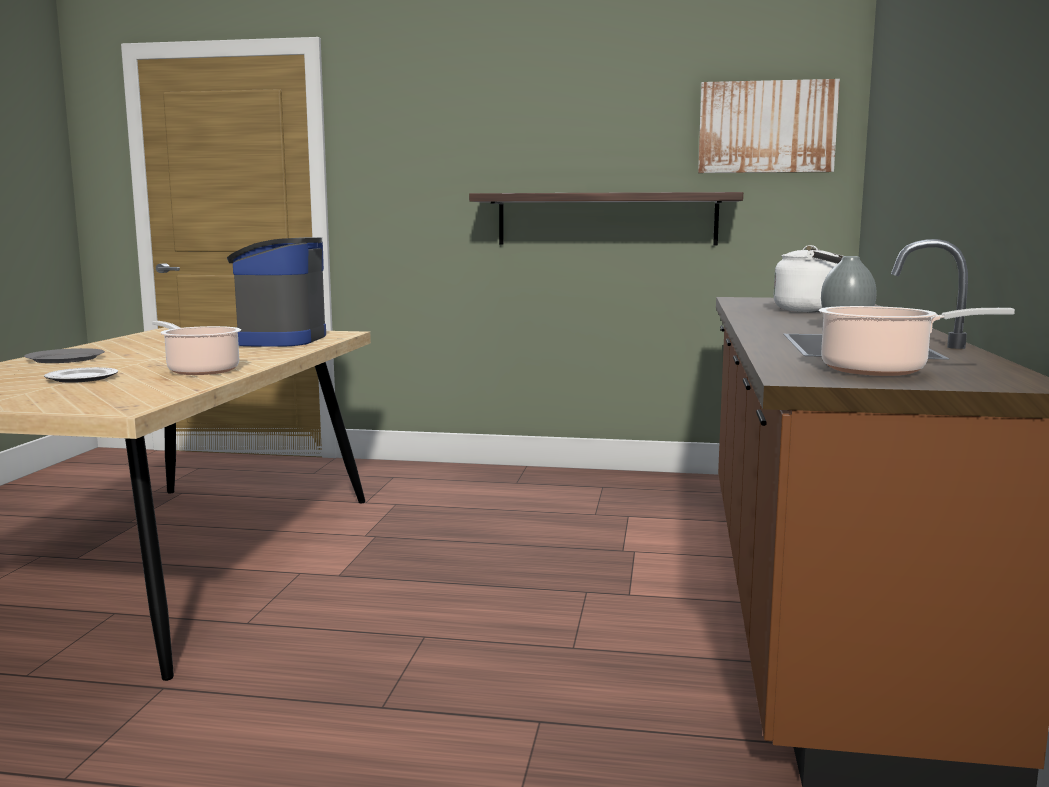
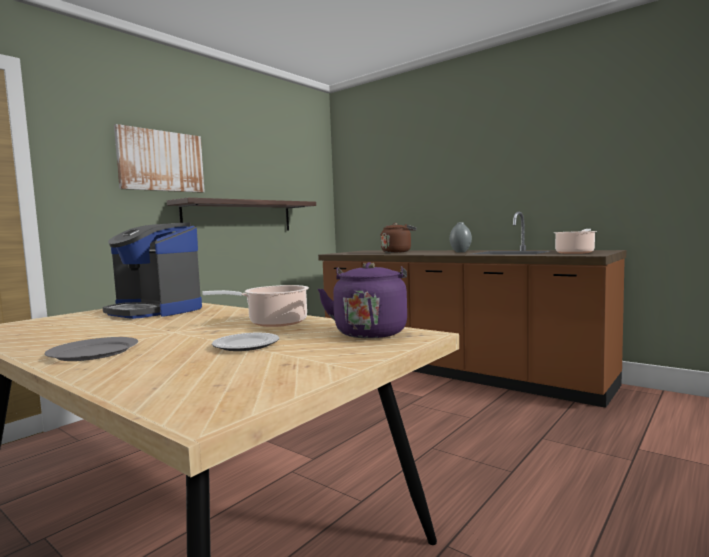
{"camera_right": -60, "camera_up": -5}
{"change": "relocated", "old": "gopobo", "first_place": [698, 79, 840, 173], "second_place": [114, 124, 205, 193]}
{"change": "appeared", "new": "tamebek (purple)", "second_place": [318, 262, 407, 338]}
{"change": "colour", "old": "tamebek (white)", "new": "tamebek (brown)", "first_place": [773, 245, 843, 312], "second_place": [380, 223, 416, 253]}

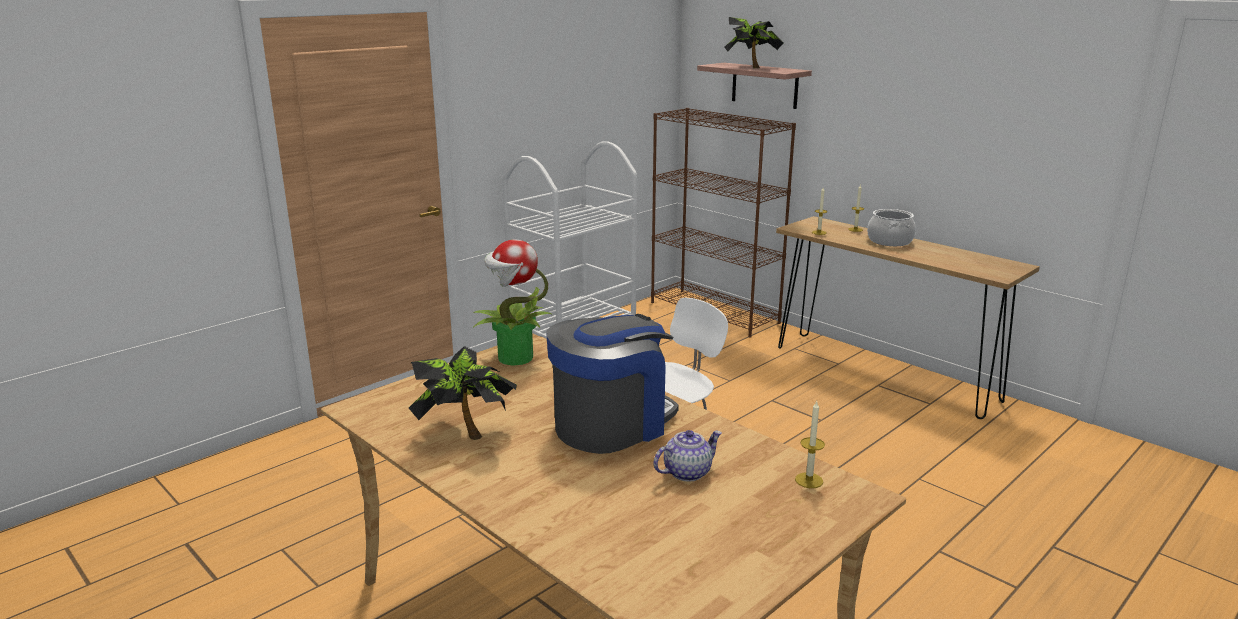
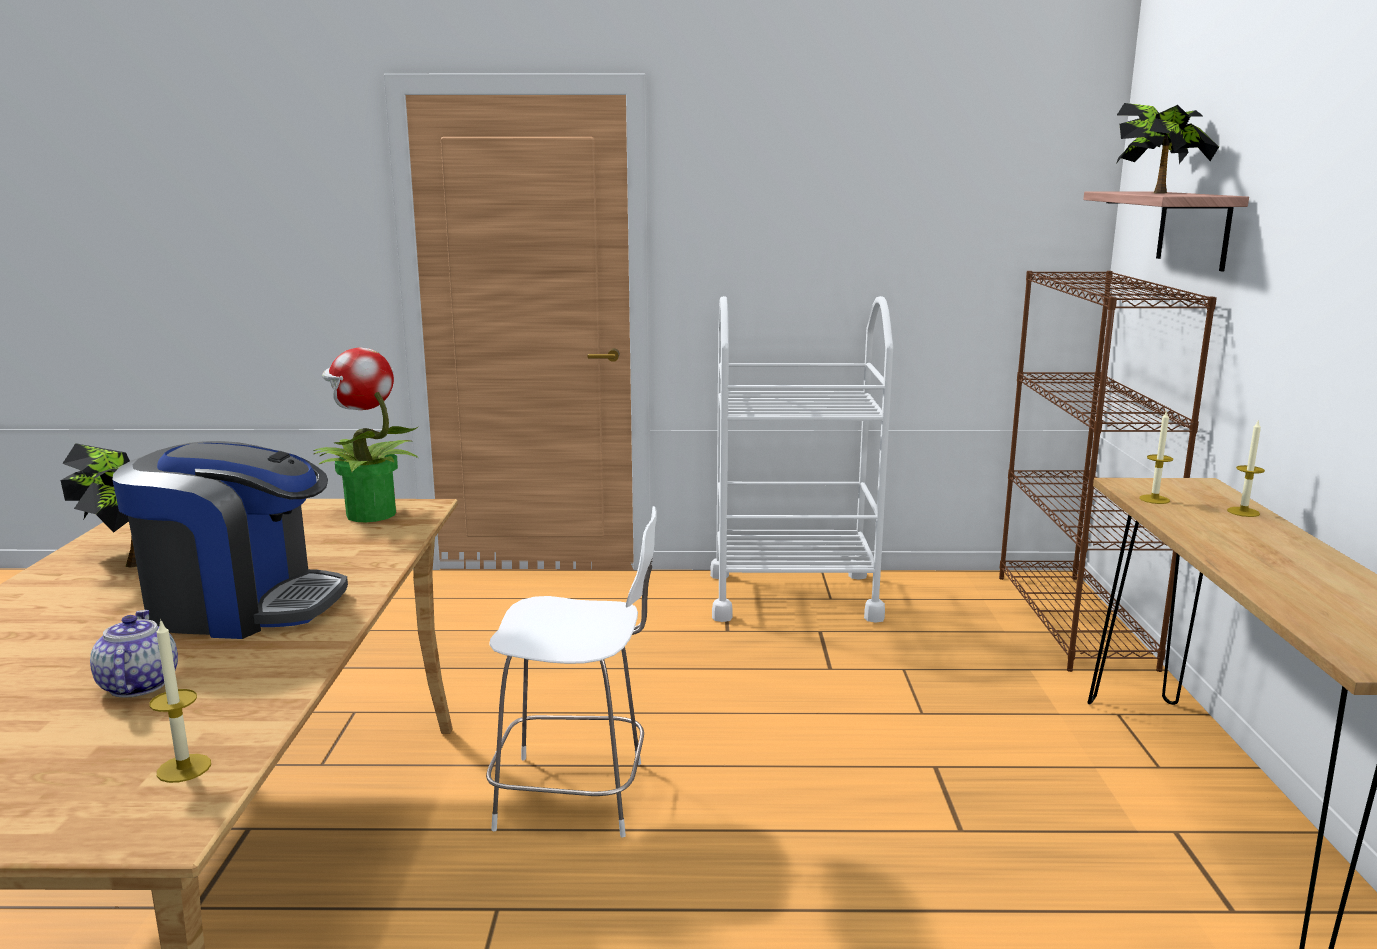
{"camera_right": 45, "camera_up": -5}
{"change": "spun", "old": "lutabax", "first_place": [654, 430, 722, 482], "second_place": [90, 610, 178, 698], "degrees": -120}
{"change": "missing", "old": "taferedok", "first_place": [867, 209, 916, 246]}

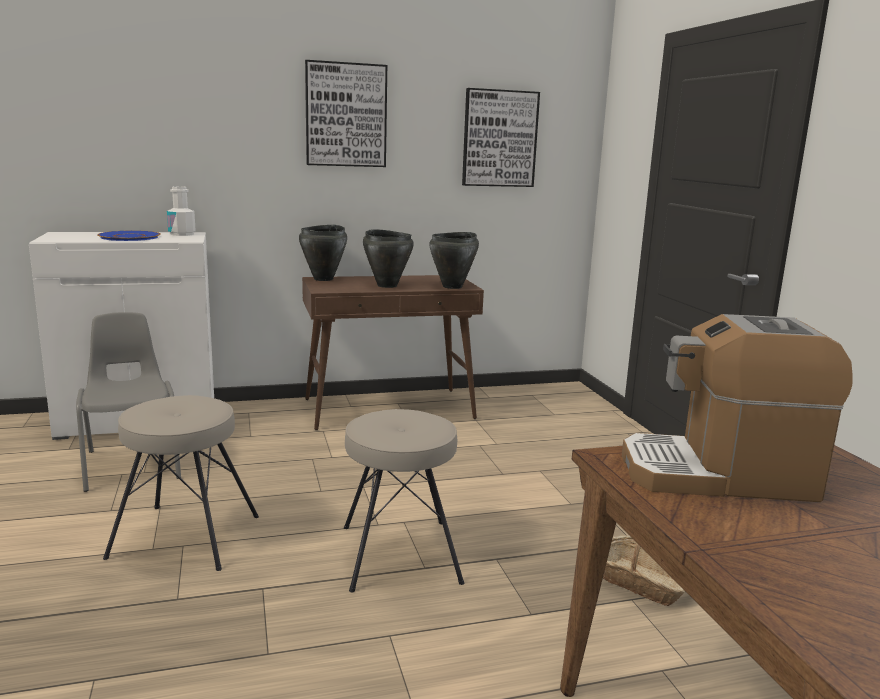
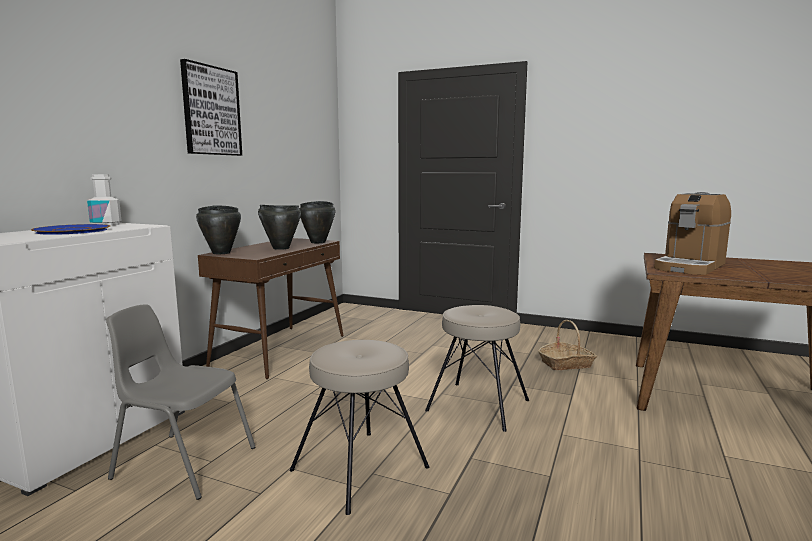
{"camera_right": -50, "camera_up": -5}
{"change": "missing", "old": "gopobo", "first_place": [462, 88, 540, 187]}

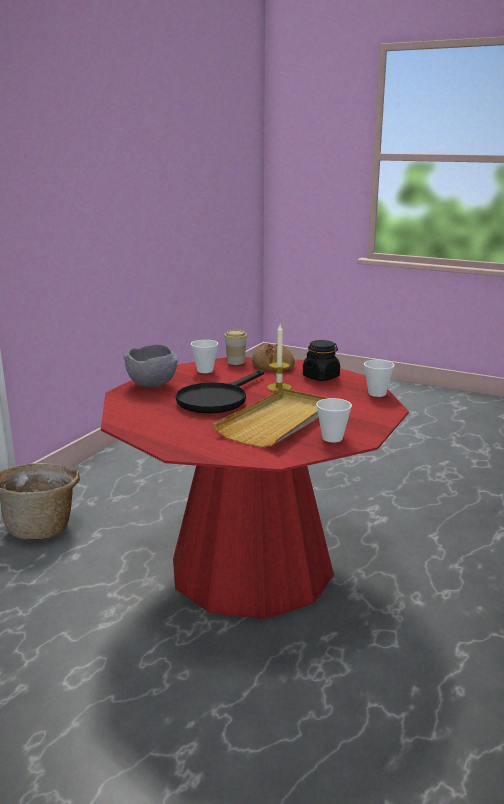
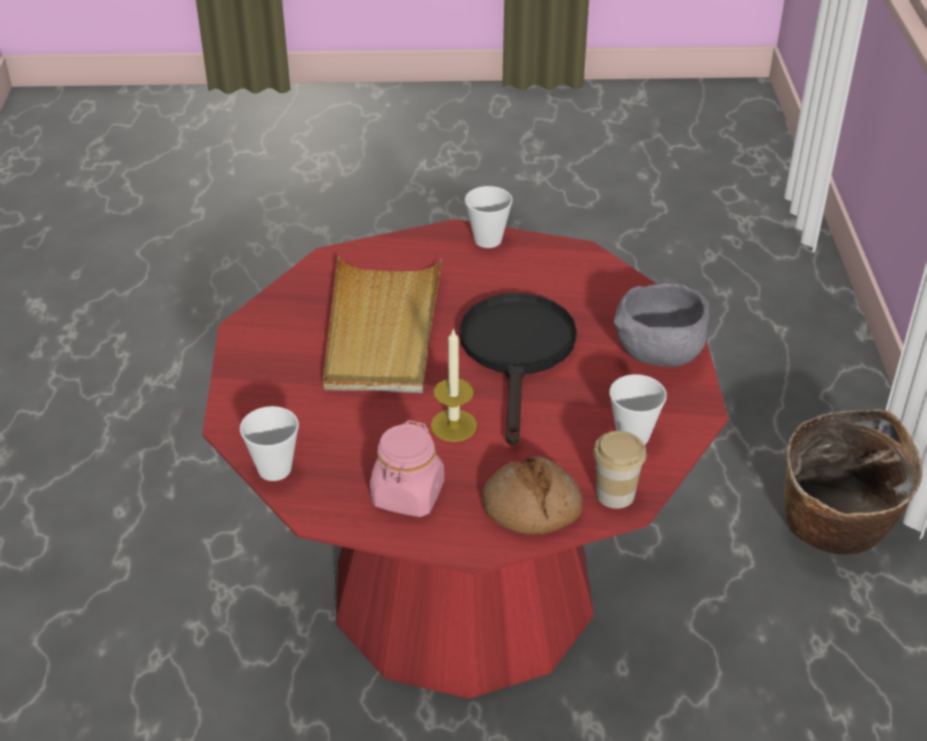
{"camera_right": 150, "camera_up": 20}
{"change": "colour", "old": "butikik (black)", "new": "butikik (pink)", "first_place": [303, 340, 340, 381], "second_place": [370, 420, 444, 517]}
{"change": "relocated", "old": "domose", "first_place": [316, 398, 352, 443], "second_place": [465, 186, 513, 248]}

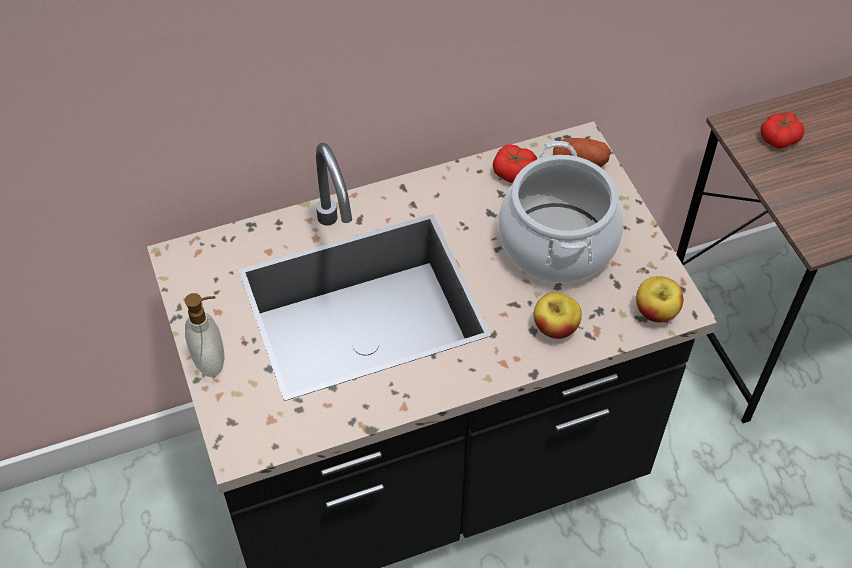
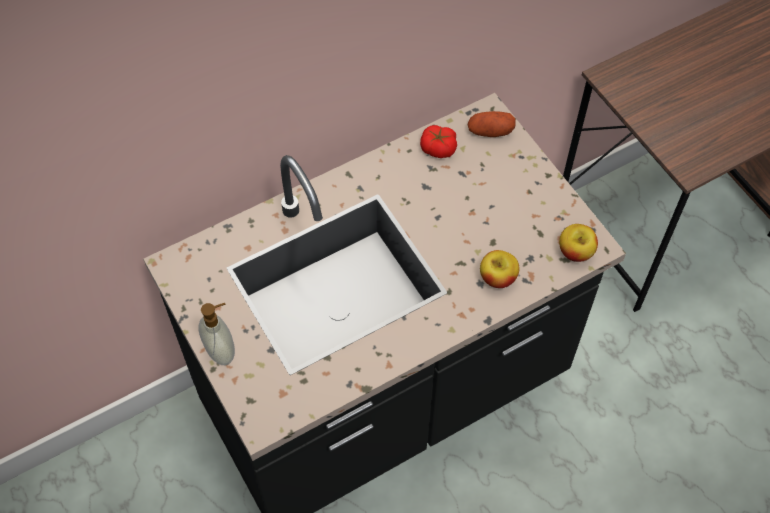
{"camera_right": -10, "camera_up": 5}
{"change": "missing", "old": "taferedok", "first_place": [499, 141, 624, 283]}
{"change": "missing", "old": "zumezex", "first_place": [760, 112, 805, 148]}

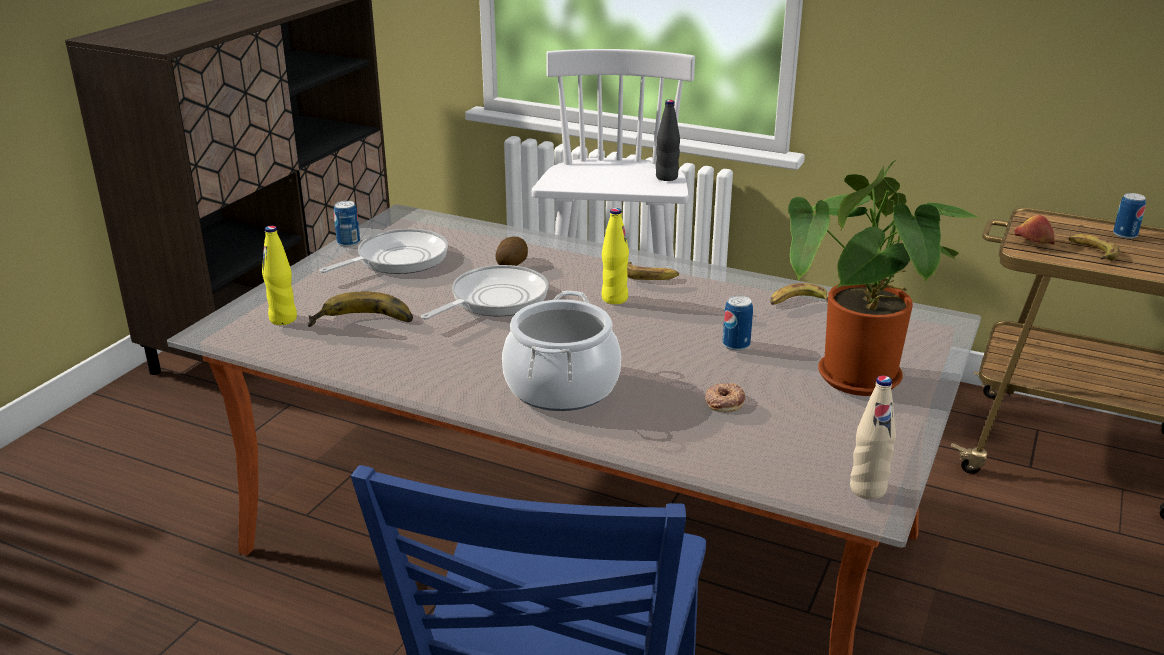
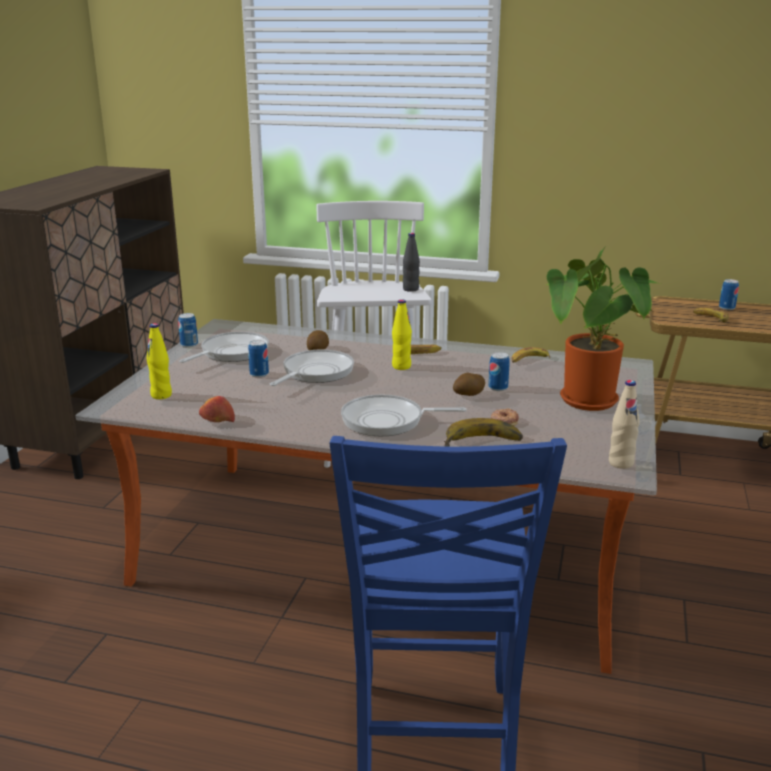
{"camera_right": -10, "camera_up": -5}
{"change": "relocated", "old": "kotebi", "first_place": [1015, 215, 1055, 245], "second_place": [199, 396, 235, 422]}
{"change": "appeared", "new": "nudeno", "second_place": [248, 340, 269, 378]}
{"change": "exchanged", "old": "taferedok", "new": "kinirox", "first_place": [502, 291, 621, 411], "second_place": [341, 395, 466, 436]}
{"change": "relocated", "old": "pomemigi", "first_place": [307, 292, 413, 327], "second_place": [444, 418, 523, 447]}
{"change": "appeared", "new": "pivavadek", "second_place": [453, 373, 485, 396]}

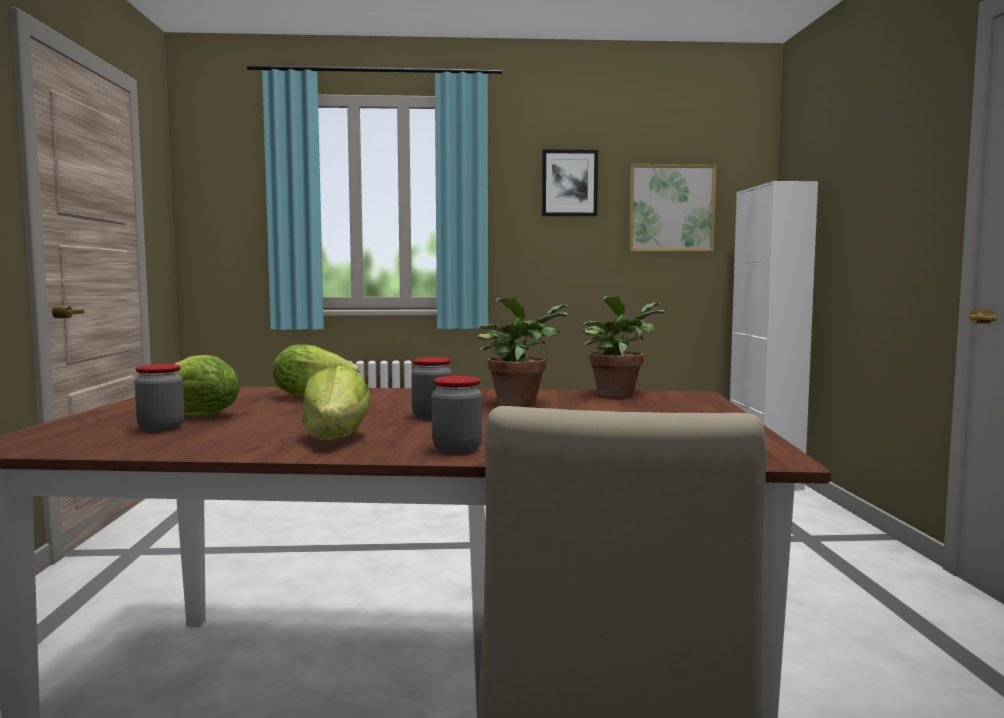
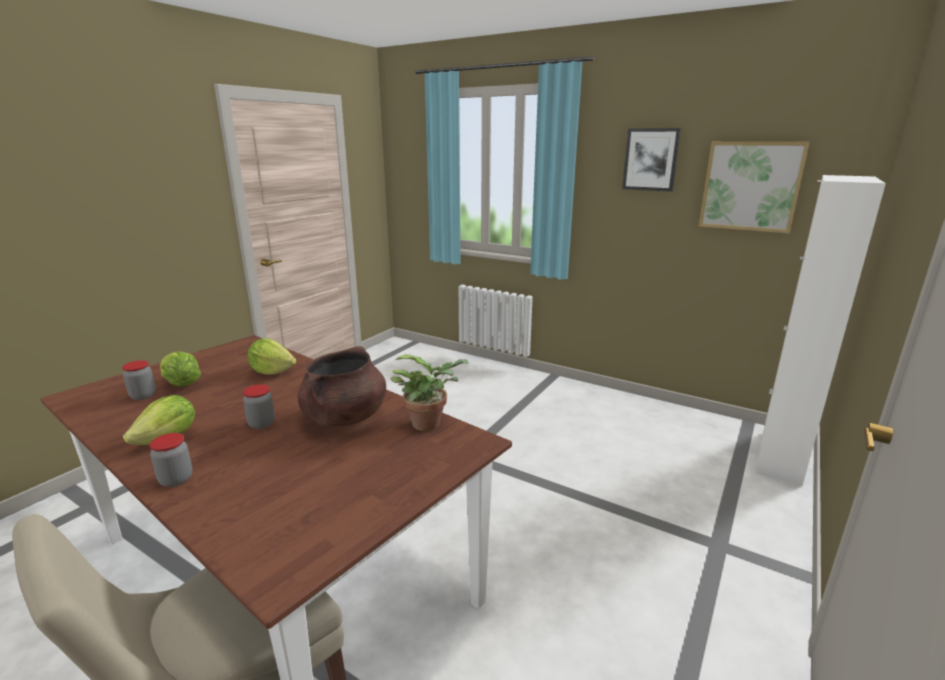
{"camera_right": 35, "camera_up": 15}
{"change": "exchanged", "old": "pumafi", "new": "taferedok (brown)", "first_place": [477, 298, 571, 407], "second_place": [298, 346, 386, 426]}

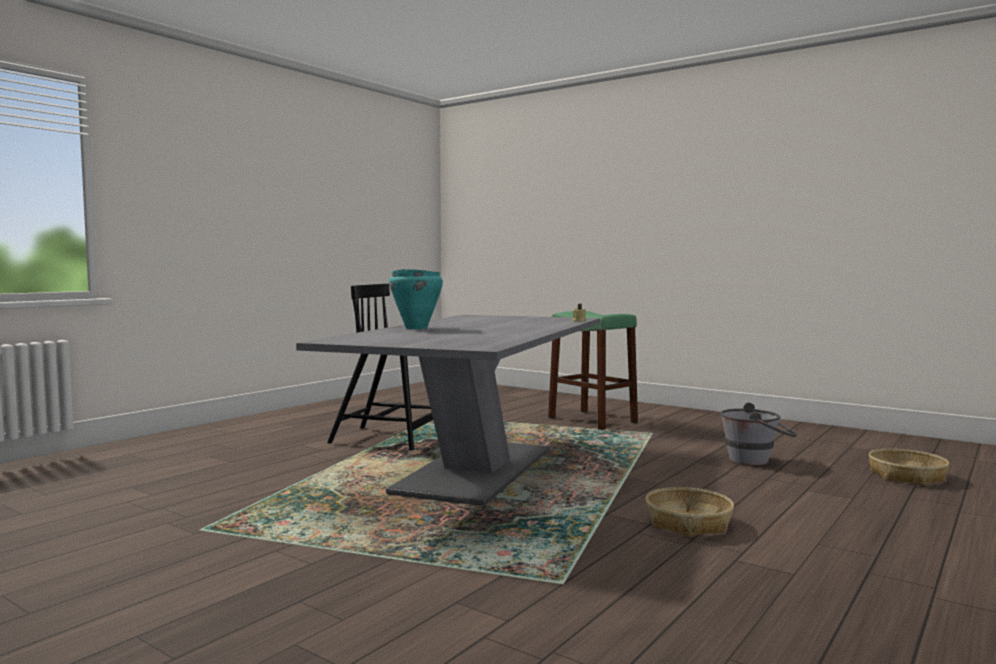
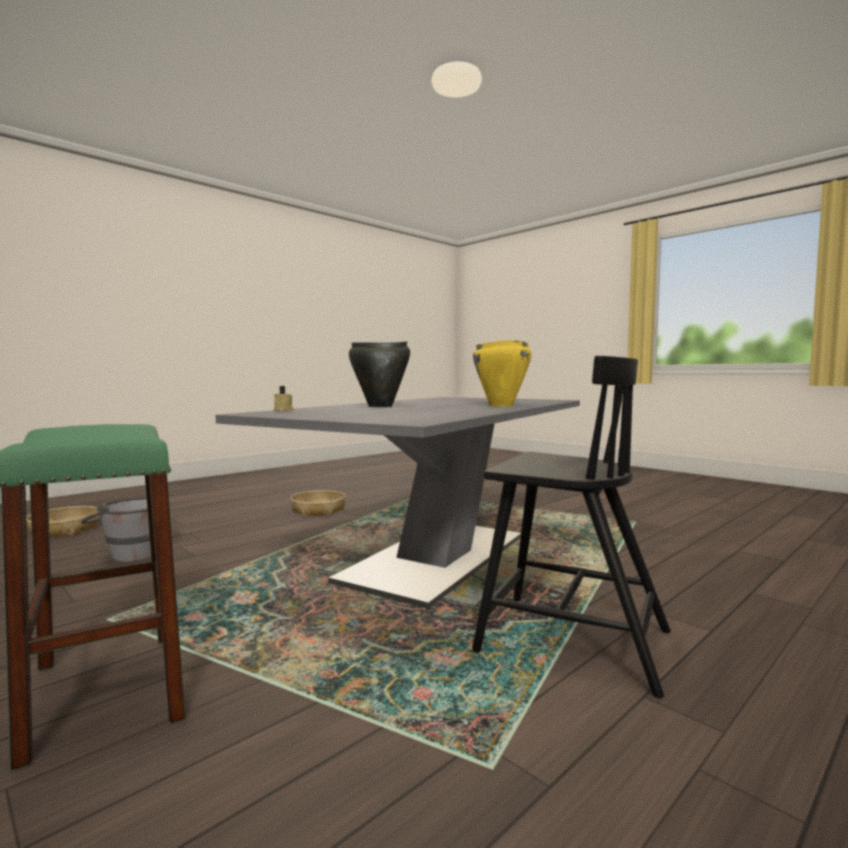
{"camera_right": -170, "camera_up": 0}
{"change": "appeared", "new": "taferedok (black)", "second_place": [349, 341, 410, 407]}
{"change": "colour", "old": "taferedok (turquoise)", "new": "taferedok (yellow)", "first_place": [389, 269, 443, 329], "second_place": [473, 340, 531, 407]}

